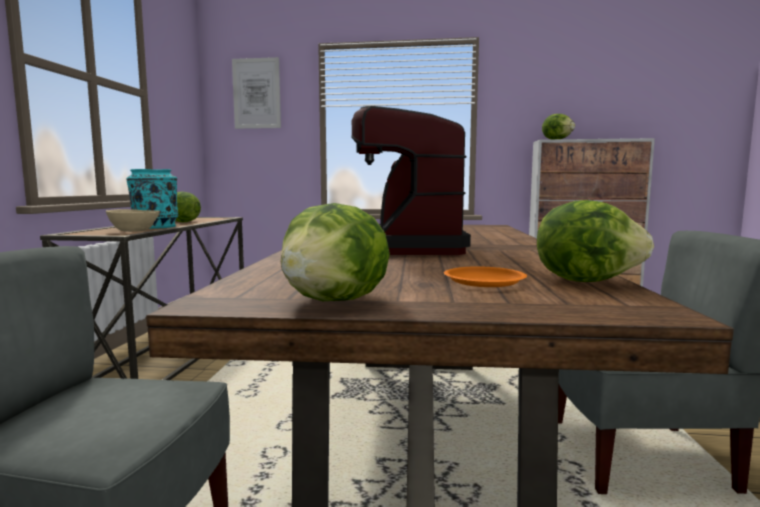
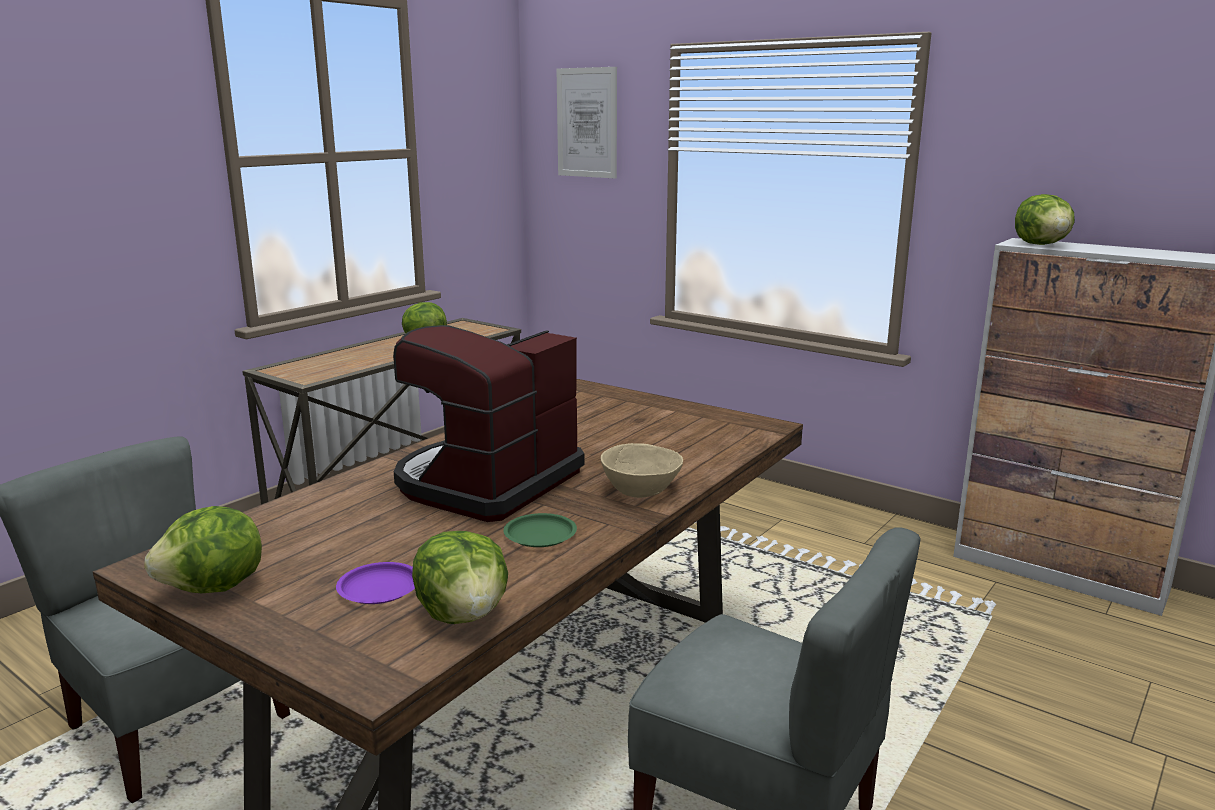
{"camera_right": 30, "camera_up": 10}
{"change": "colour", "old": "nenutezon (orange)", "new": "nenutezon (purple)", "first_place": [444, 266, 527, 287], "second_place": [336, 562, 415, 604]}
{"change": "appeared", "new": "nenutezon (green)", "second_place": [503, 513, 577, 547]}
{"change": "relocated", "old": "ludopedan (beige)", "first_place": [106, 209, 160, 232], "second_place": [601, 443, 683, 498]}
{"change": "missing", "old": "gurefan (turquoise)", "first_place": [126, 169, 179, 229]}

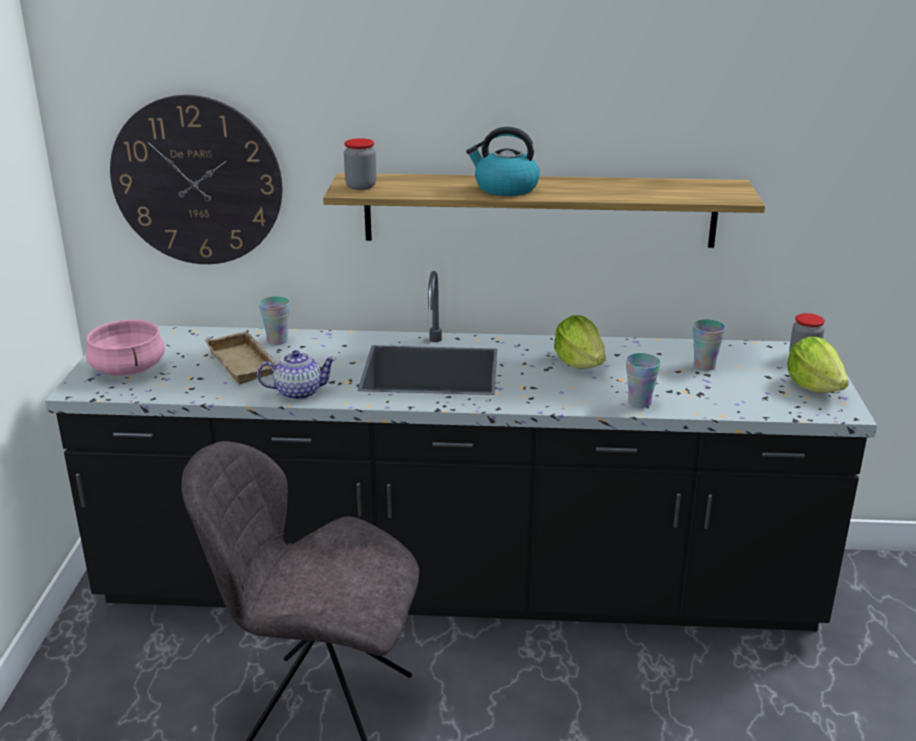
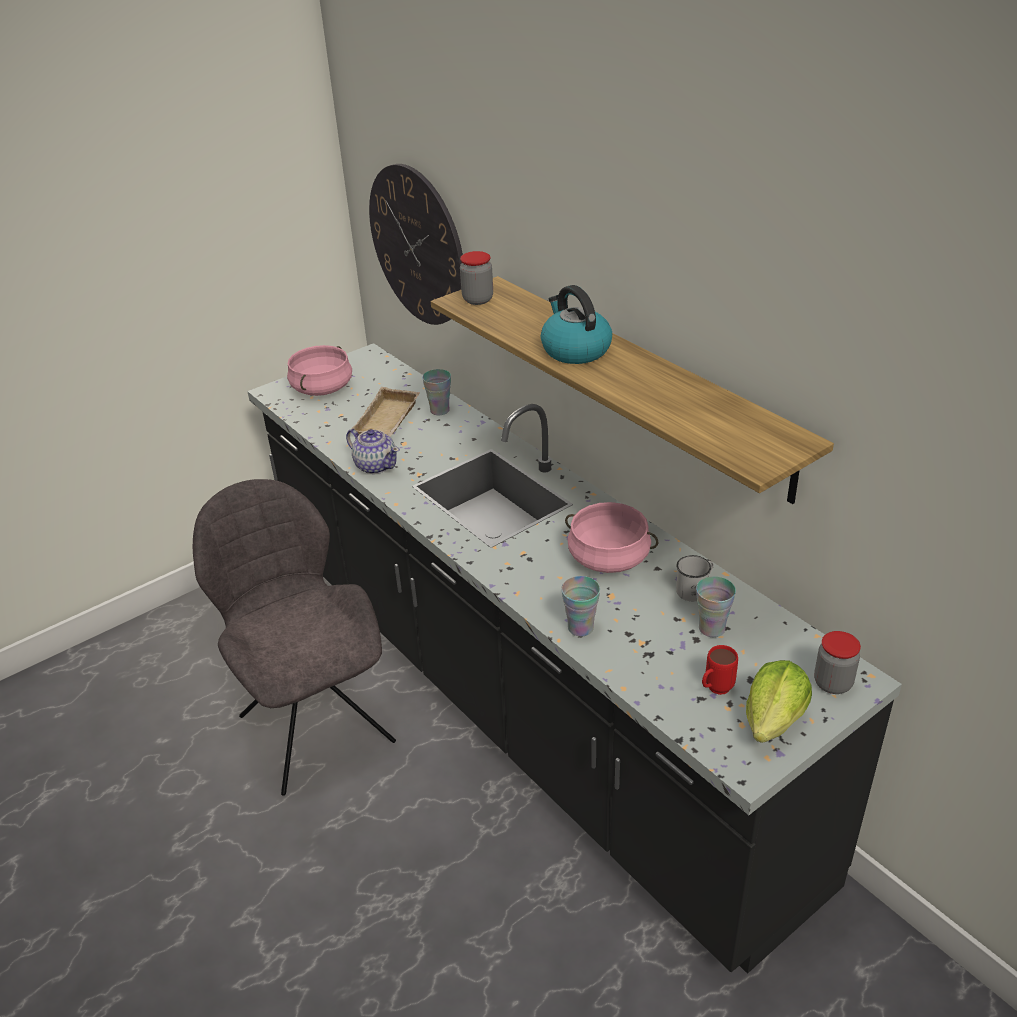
{"camera_right": 50, "camera_up": 10}
{"change": "exchanged", "old": "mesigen", "new": "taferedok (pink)", "first_place": [554, 315, 606, 369], "second_place": [565, 502, 658, 573]}
{"change": "appeared", "new": "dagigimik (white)", "second_place": [676, 555, 714, 601]}
{"change": "appeared", "new": "dagigimik (red)", "second_place": [702, 645, 738, 695]}

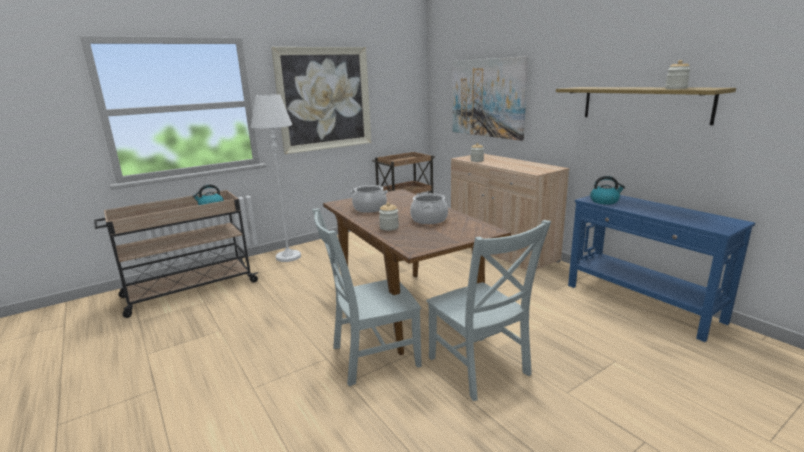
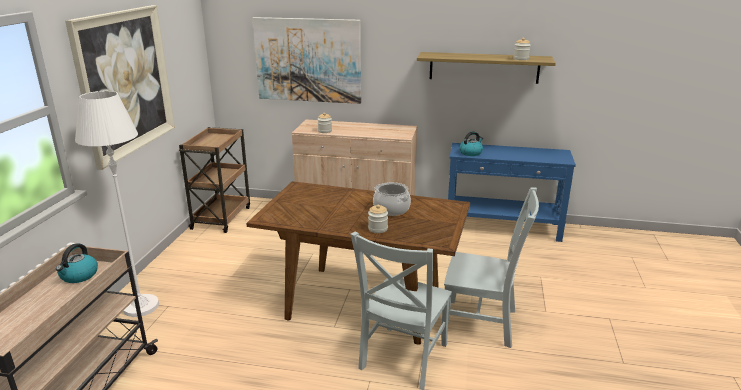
{"camera_right": -45, "camera_up": 5}
{"change": "missing", "old": "taferedok", "first_place": [350, 185, 388, 213]}

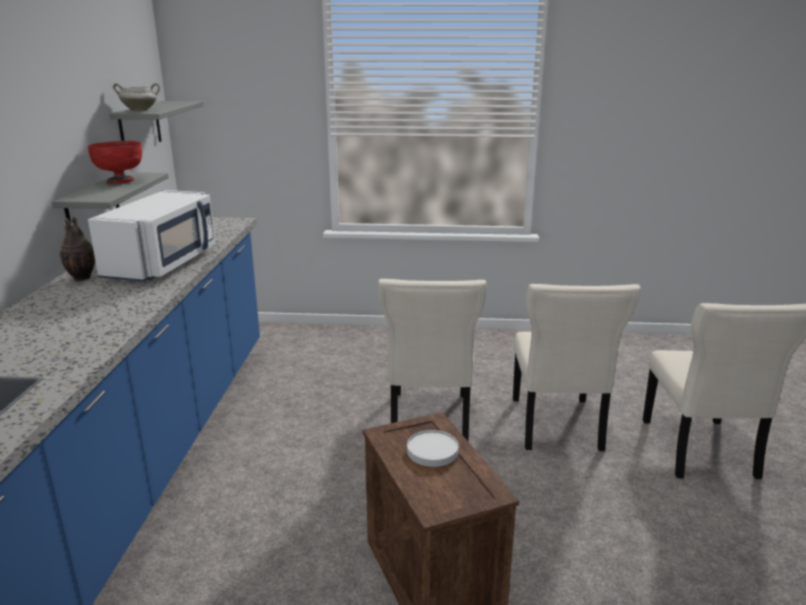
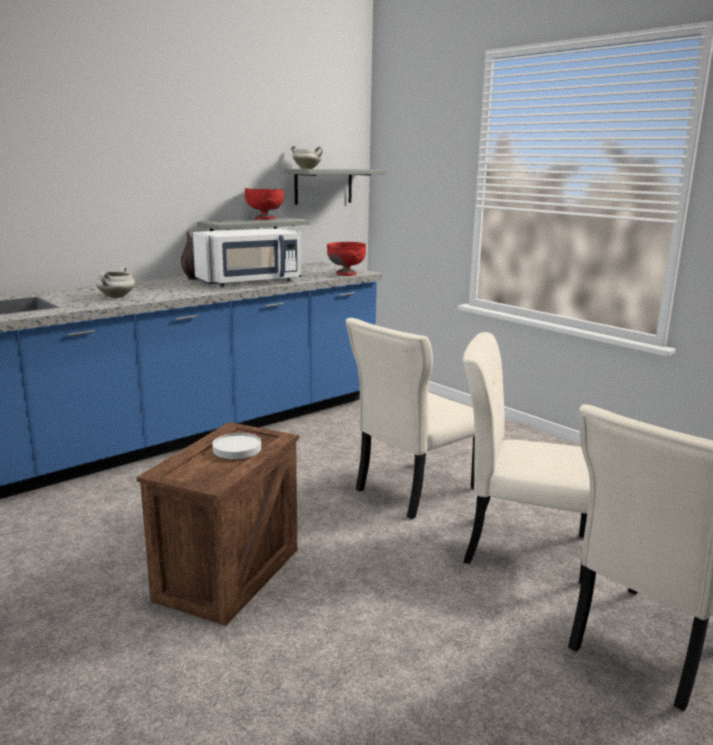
{"camera_right": 45, "camera_up": -5}
{"change": "appeared", "new": "taferedok (white)", "second_place": [96, 266, 135, 298]}
{"change": "appeared", "new": "ludopedan (red)", "second_place": [327, 242, 366, 276]}
{"change": "spun", "old": "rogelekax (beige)", "first_place": [513, 284, 640, 451], "second_place": [463, 332, 590, 584], "degrees": 60}

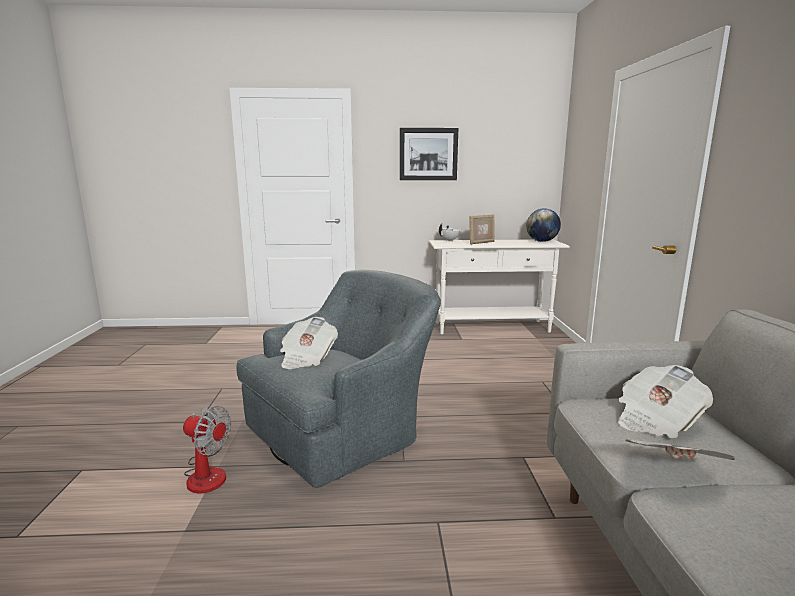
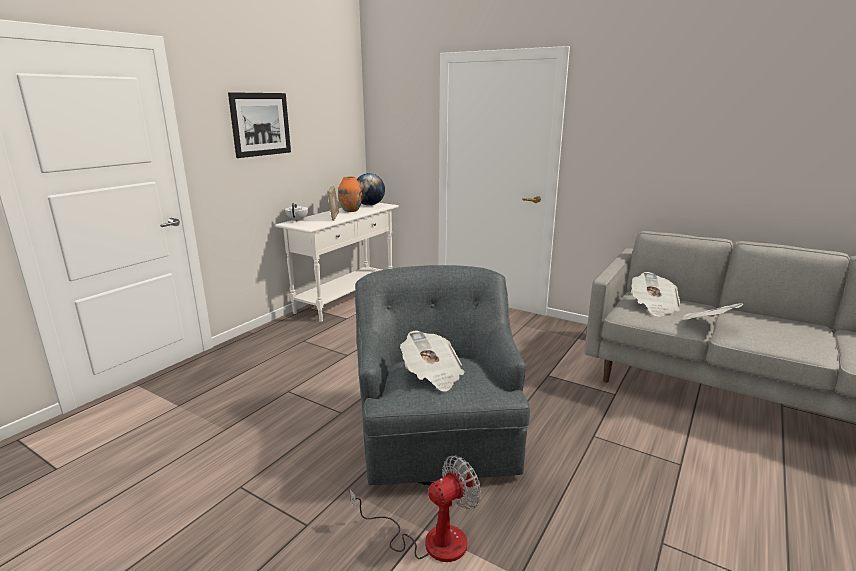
{"camera_right": -55, "camera_up": 5}
{"change": "appeared", "new": "gurefan (orange)", "second_place": [338, 176, 362, 212]}

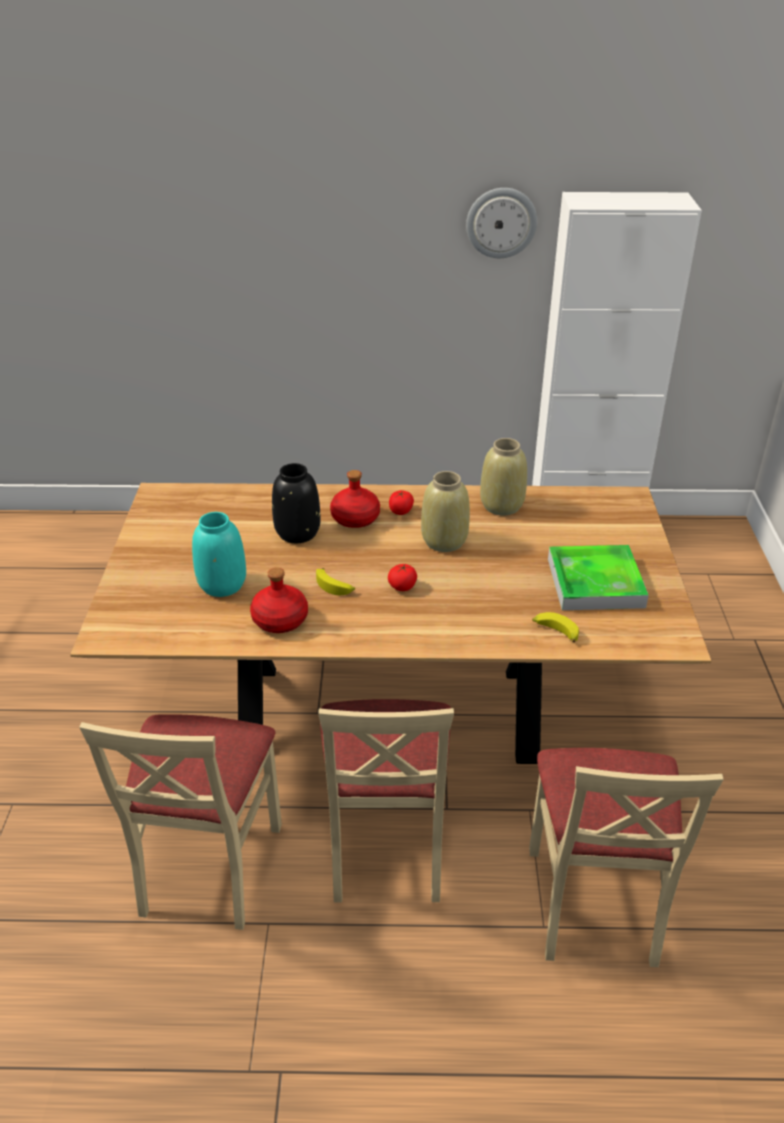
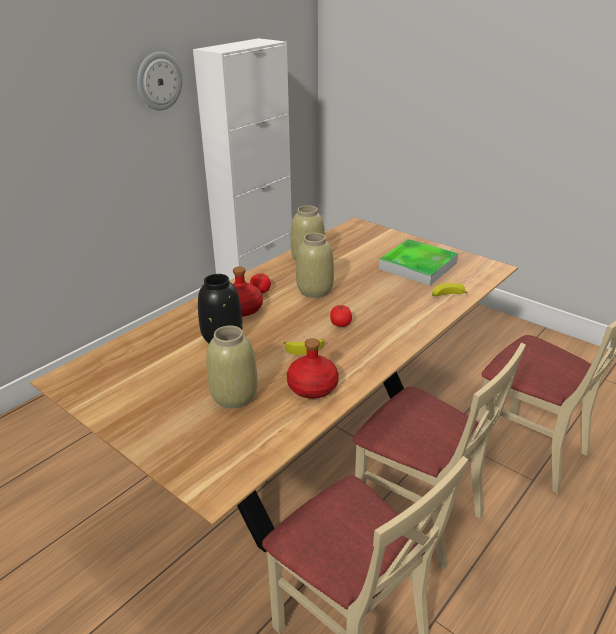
{"camera_right": -50, "camera_up": -5}
{"change": "colour", "old": "gurefan (turquoise)", "new": "gurefan (beige)", "first_place": [192, 512, 246, 597], "second_place": [206, 326, 258, 408]}

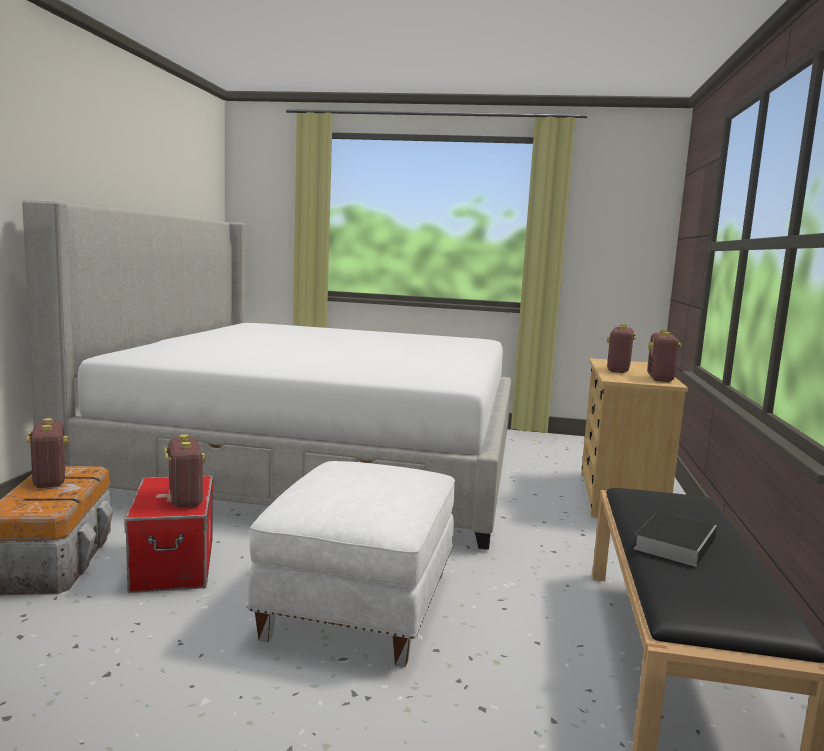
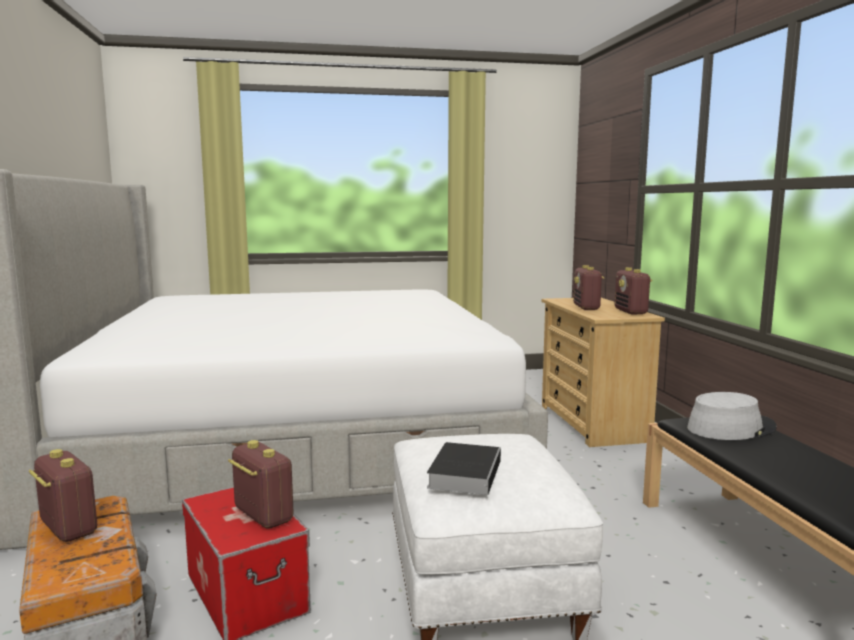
{"camera_right": -20, "camera_up": 0}
{"change": "relocated", "old": "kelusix", "first_place": [634, 511, 717, 567], "second_place": [427, 442, 501, 495]}
{"change": "appeared", "new": "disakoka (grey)", "second_place": [687, 392, 777, 440]}

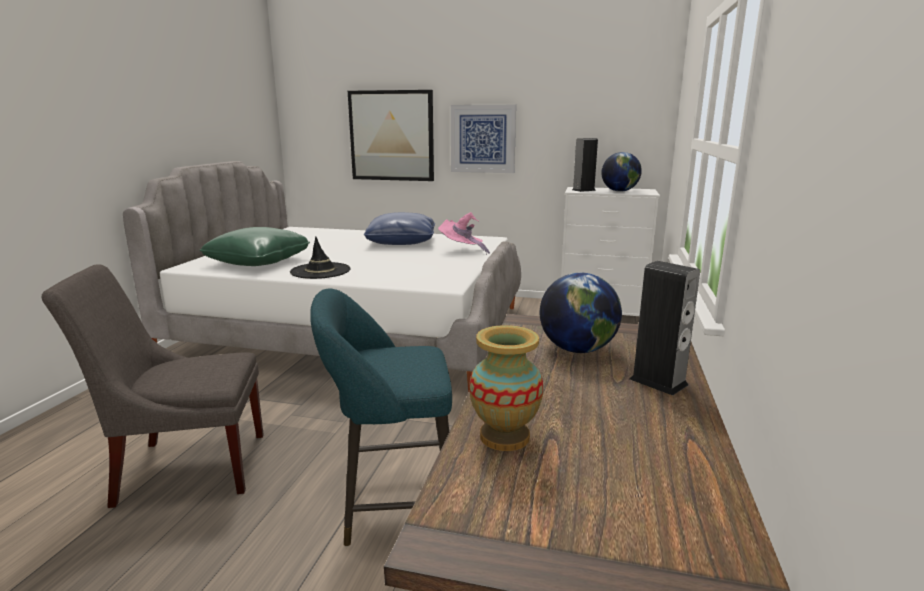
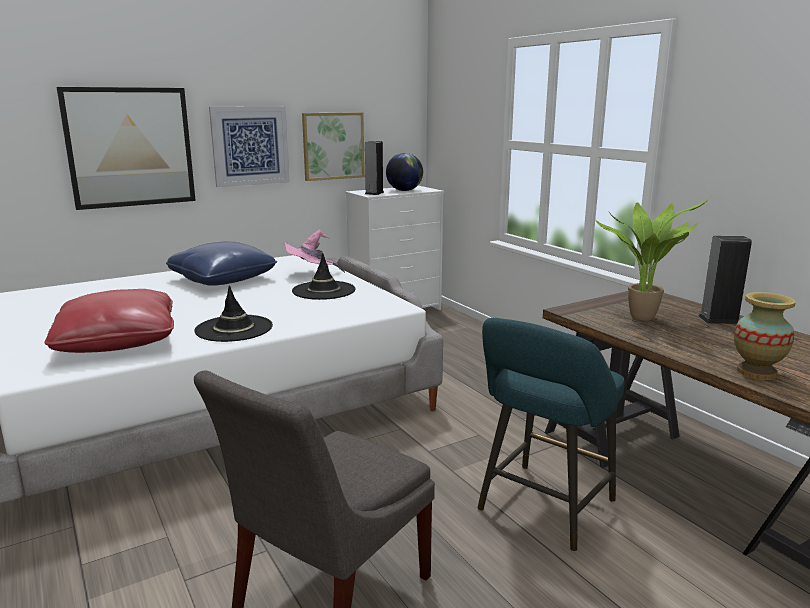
{"camera_right": -45, "camera_up": 0}
{"change": "colour", "old": "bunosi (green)", "new": "bunosi (red)", "first_place": [199, 227, 310, 266], "second_place": [44, 289, 174, 353]}
{"change": "appeared", "new": "disakoka (black)", "second_place": [292, 253, 356, 300]}
{"change": "appeared", "new": "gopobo", "second_place": [302, 112, 365, 181]}
{"change": "exchanged", "old": "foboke", "new": "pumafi", "first_place": [540, 273, 622, 353], "second_place": [596, 197, 711, 321]}

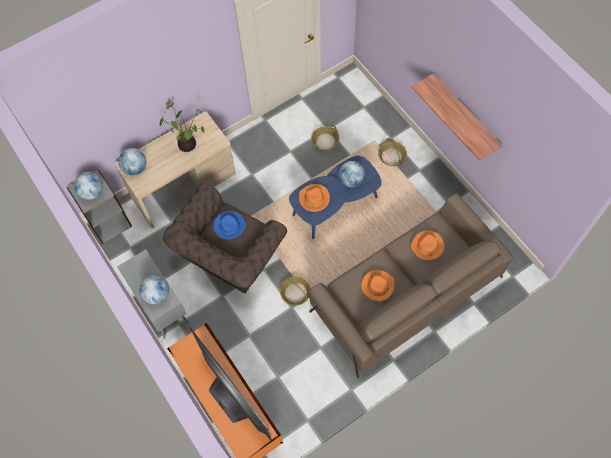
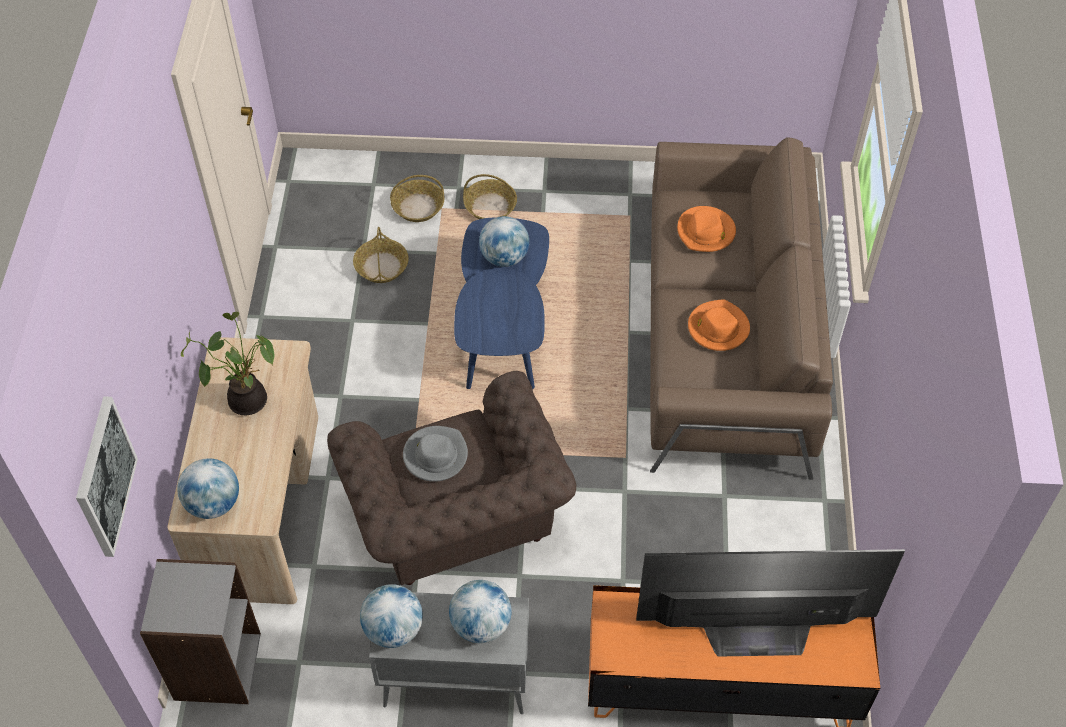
{"camera_right": -55, "camera_up": -10}
{"change": "appeared", "new": "gopobo", "second_place": [76, 396, 138, 557]}
{"change": "relocated", "old": "foboke", "first_place": [74, 172, 103, 200], "second_place": [360, 584, 423, 648]}
{"change": "relocated", "old": "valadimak", "first_place": [280, 276, 311, 306], "second_place": [390, 175, 444, 222]}
{"change": "colour", "old": "disakoka (blue)", "new": "disakoka (grey)", "first_place": [213, 211, 246, 239], "second_place": [403, 426, 468, 482]}
{"change": "missing", "old": "disakoka (orange)", "first_place": [299, 184, 330, 212]}
{"change": "missing", "old": "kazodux", "first_place": [412, 73, 502, 161]}

